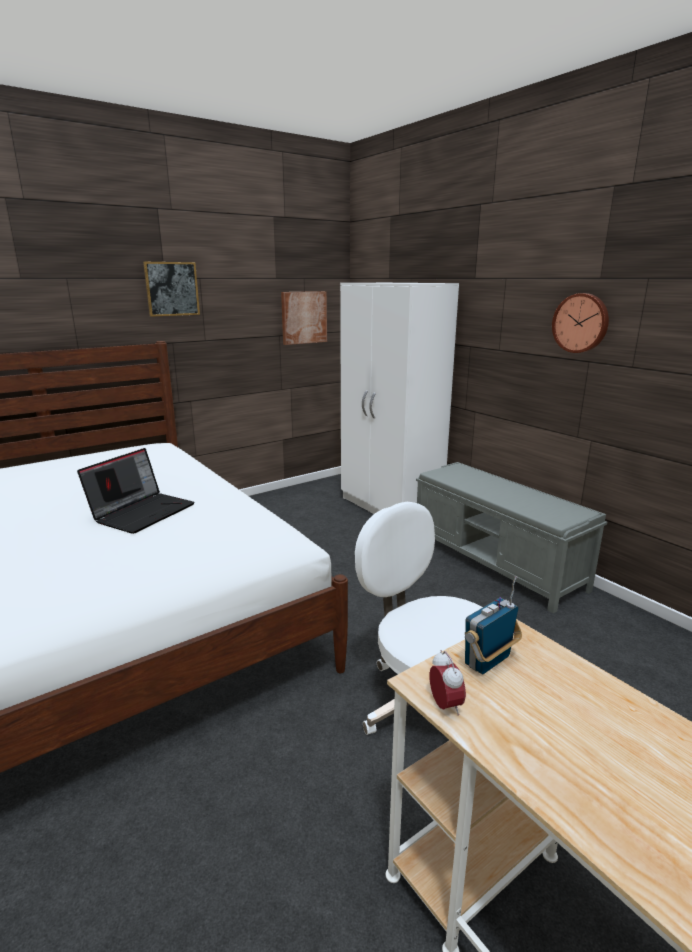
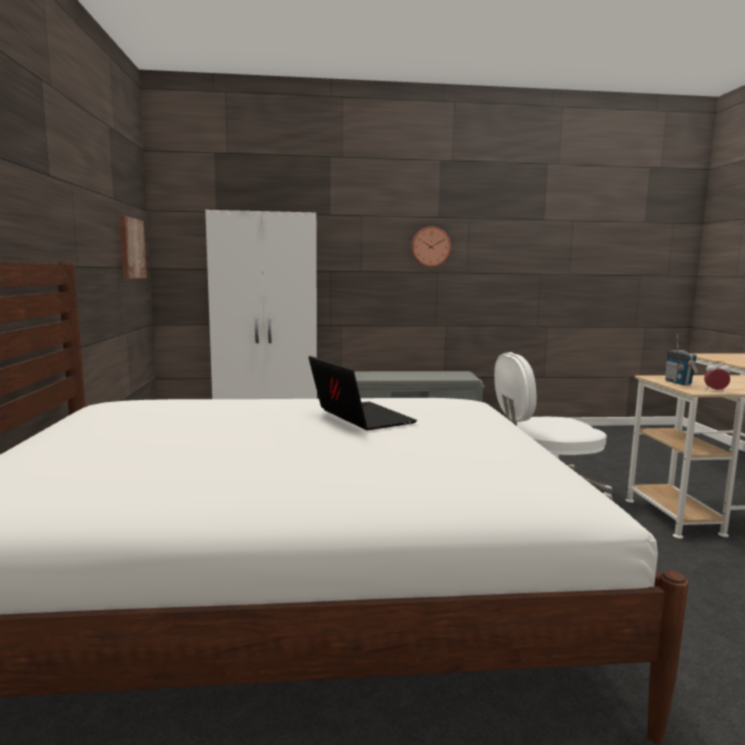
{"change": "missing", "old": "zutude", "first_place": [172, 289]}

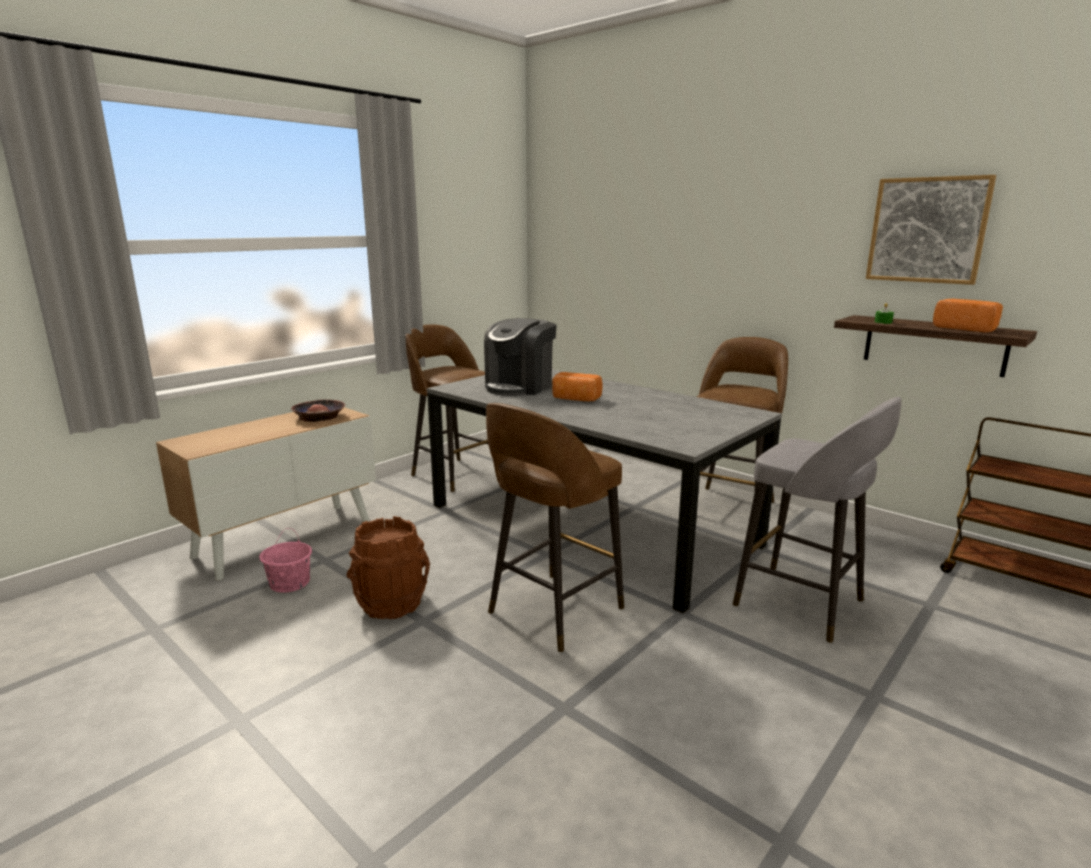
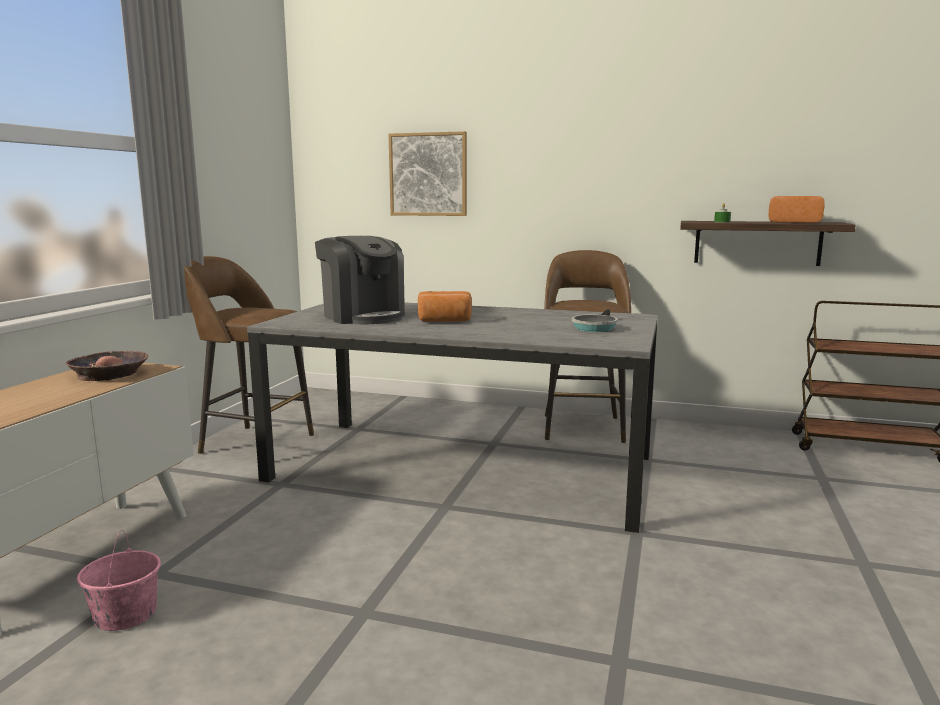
{"change": "relocated", "old": "zutude", "first_place": [927, 230], "second_place": [428, 174]}
{"change": "spun", "old": "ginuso", "first_place": [520, 387], "second_place": [363, 316], "degrees": -45}
{"change": "missing", "old": "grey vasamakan", "first_place": [802, 604]}
{"change": "missing", "old": "brown vasamakan", "first_place": [552, 612]}
{"change": "missing", "old": "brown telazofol", "first_place": [392, 603]}
{"change": "appeared", "new": "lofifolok", "second_place": [595, 327]}

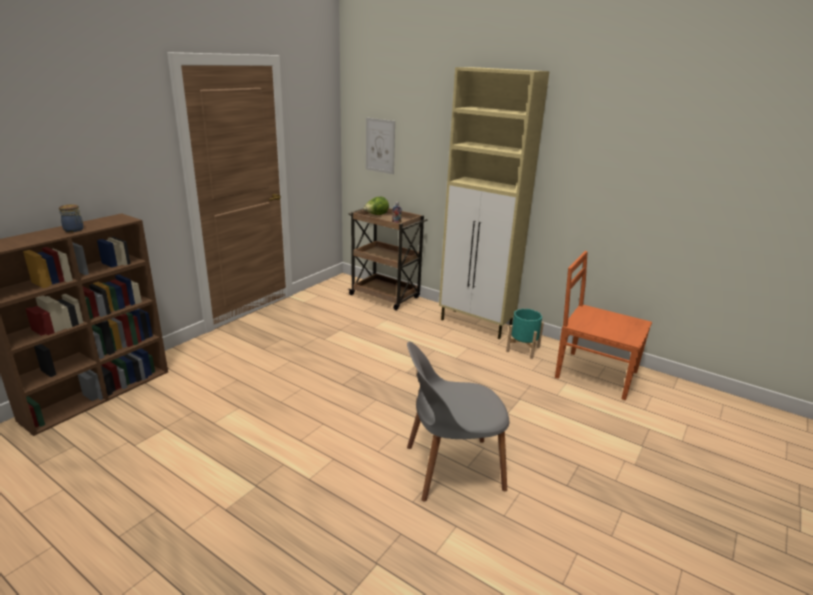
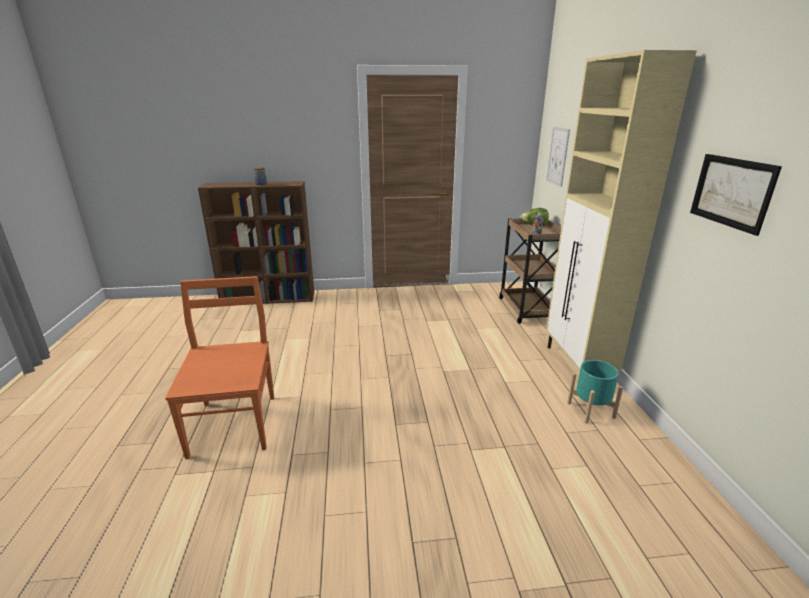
{"change": "relocated", "old": "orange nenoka", "first_place": [594, 374], "second_place": [234, 423]}
{"change": "missing", "old": "grey nenoka", "first_place": [451, 468]}
{"change": "appeared", "new": "zutude", "second_place": [731, 192]}

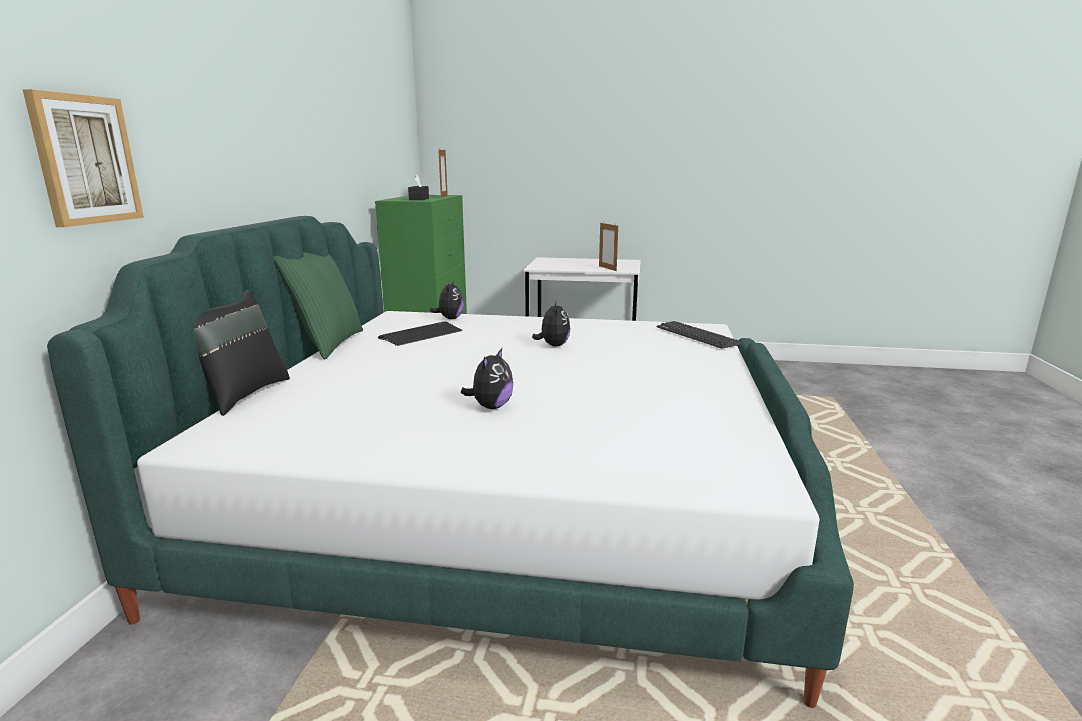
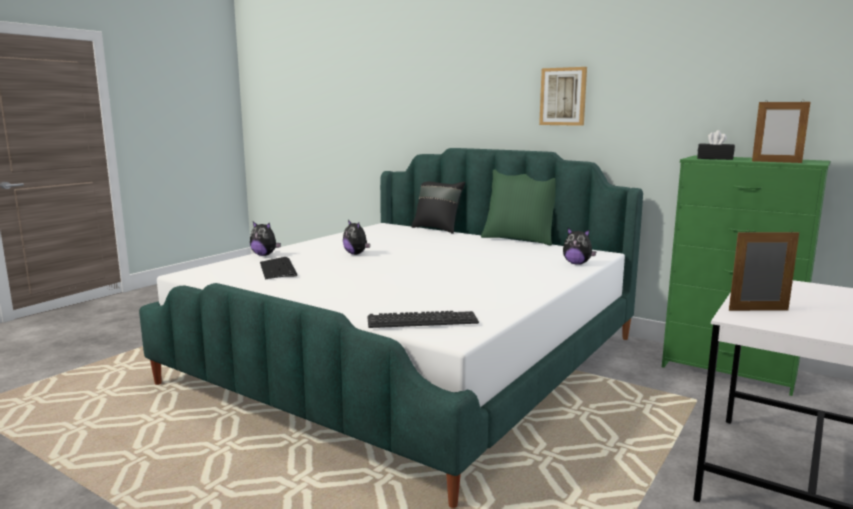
{"change": "relocated", "old": "zutude", "first_place": [85, 160], "second_place": [563, 96]}
{"change": "relocated", "old": "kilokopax", "first_place": [553, 345], "second_place": [264, 255]}
{"change": "relocated", "old": "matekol", "first_place": [421, 335], "second_place": [278, 269]}

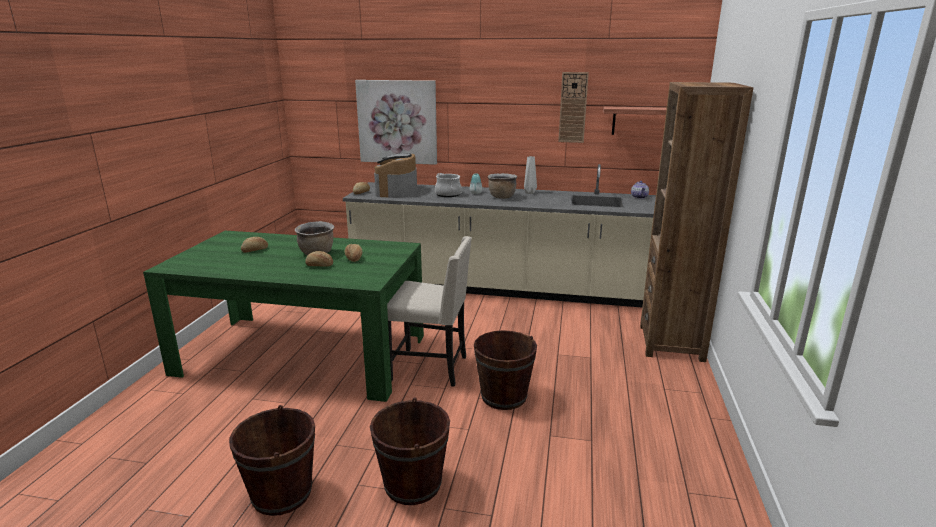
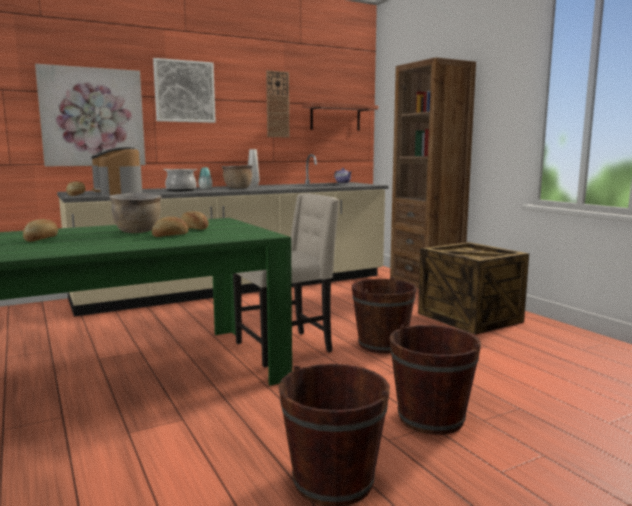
{"change": "appeared", "new": "zutude", "second_place": [184, 91]}
{"change": "appeared", "new": "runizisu", "second_place": [468, 317]}

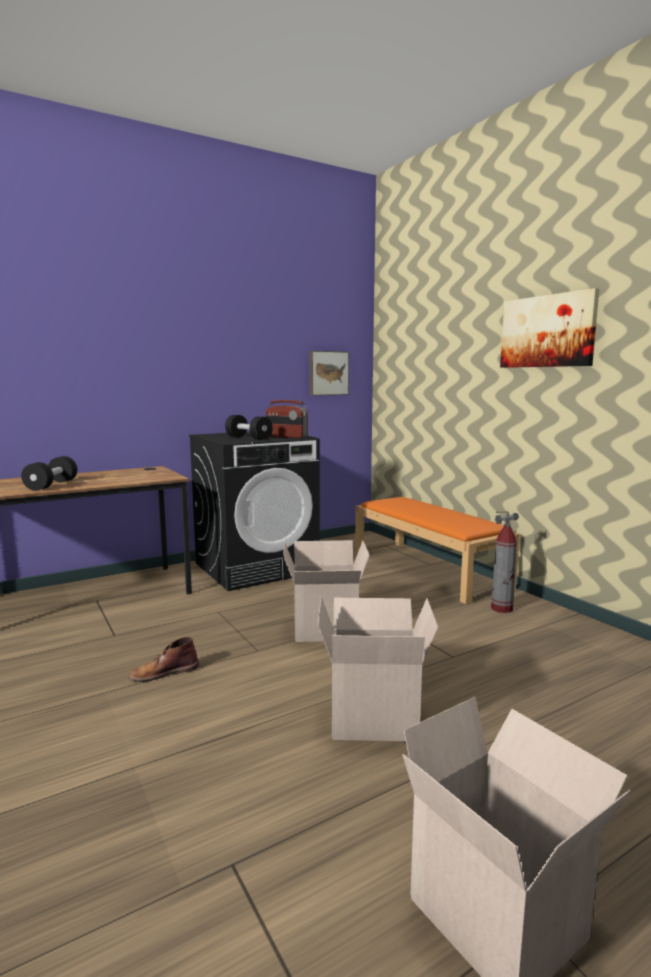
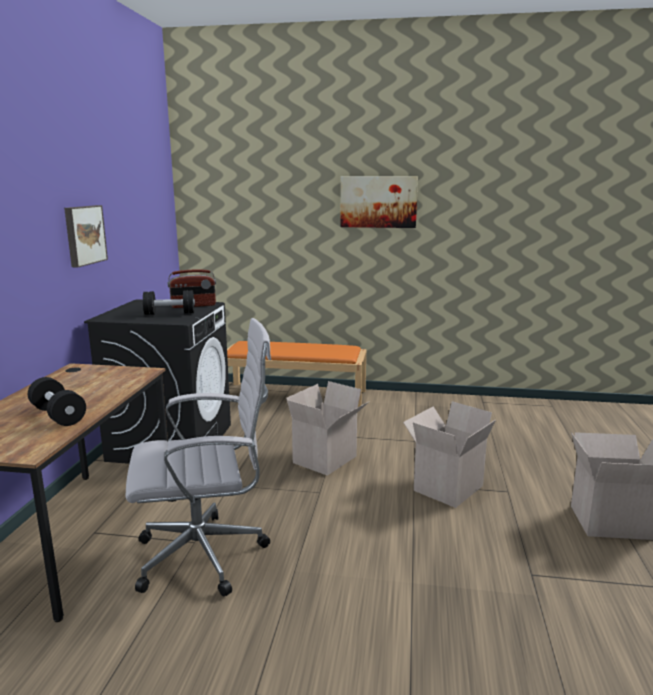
{"change": "relocated", "old": "zutude", "first_place": [328, 373], "second_place": [84, 235]}
{"change": "missing", "old": "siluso", "first_place": [502, 608]}
{"change": "missing", "old": "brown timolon", "first_place": [163, 672]}
{"change": "appeared", "new": "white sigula", "second_place": [207, 555]}

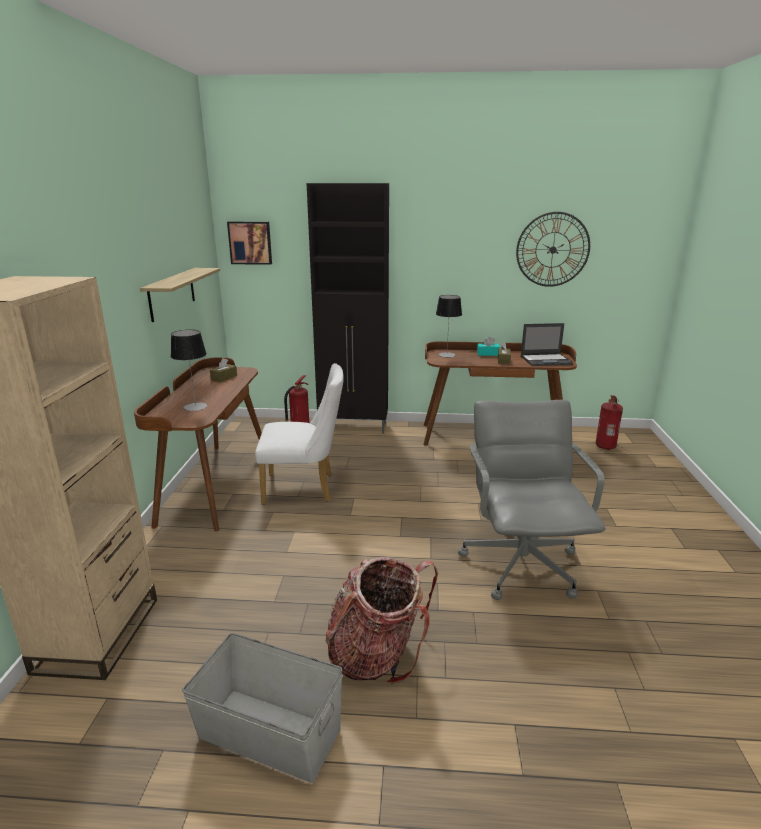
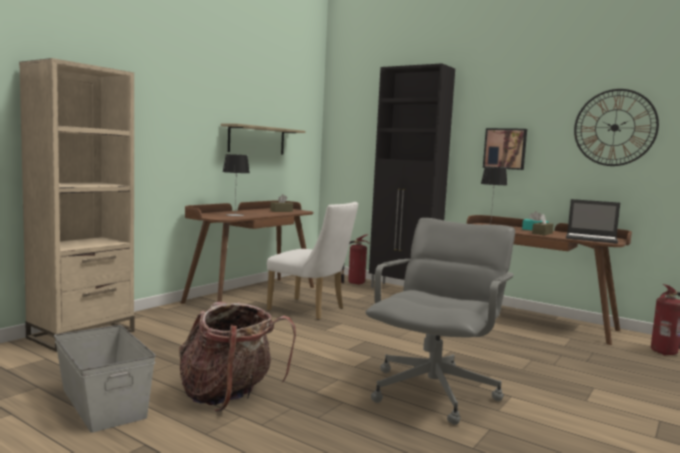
{"change": "relocated", "old": "zutude", "first_place": [250, 242], "second_place": [505, 148]}

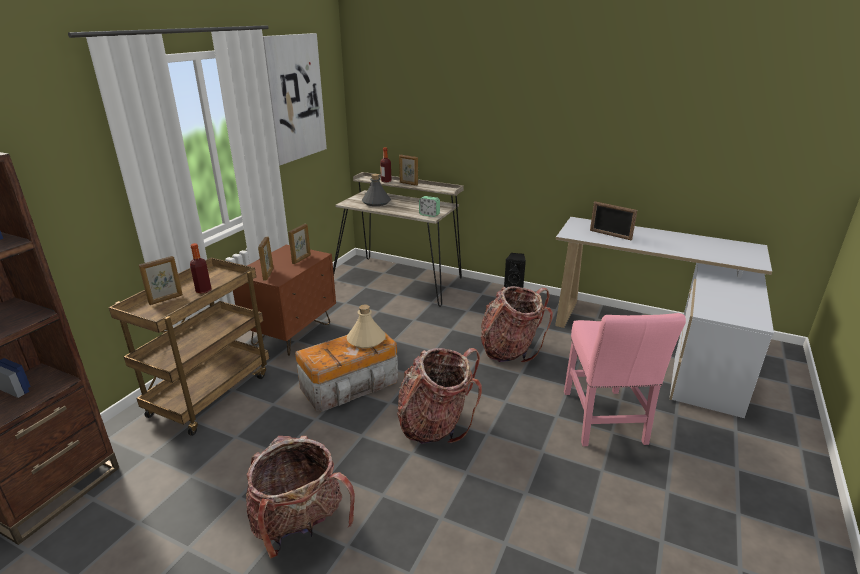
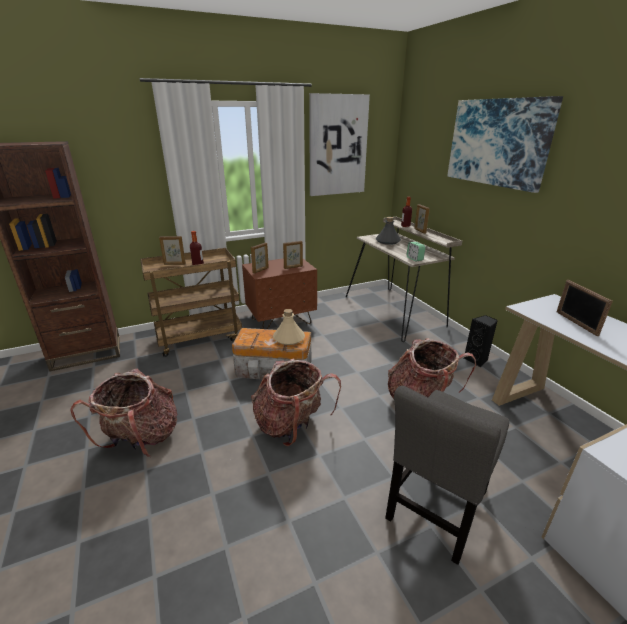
{"change": "colour", "old": "pink nenoka", "new": "grey nenoka", "first_place": [604, 420], "second_place": [436, 510]}
{"change": "appeared", "new": "zutude", "second_place": [497, 142]}

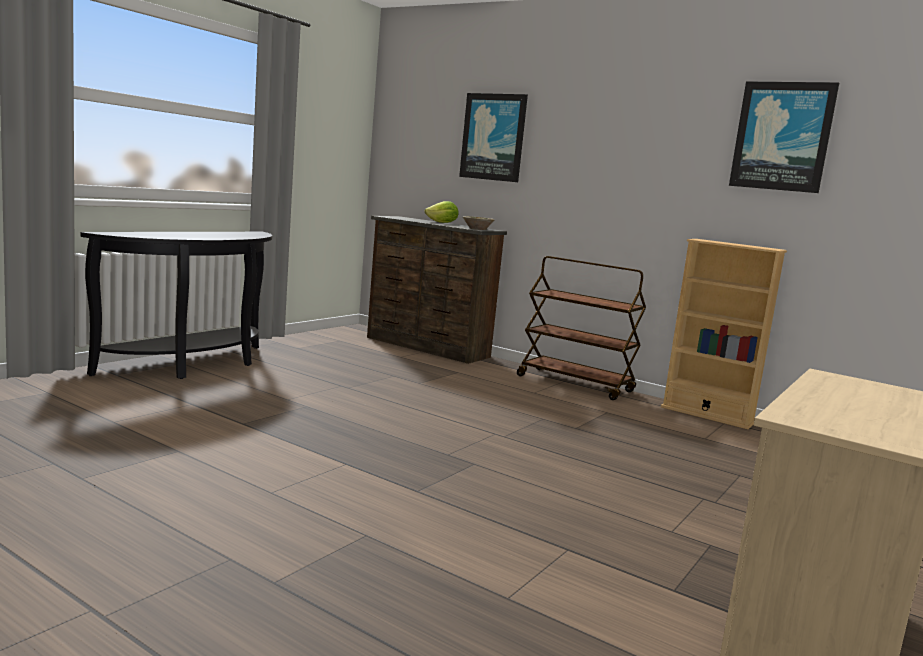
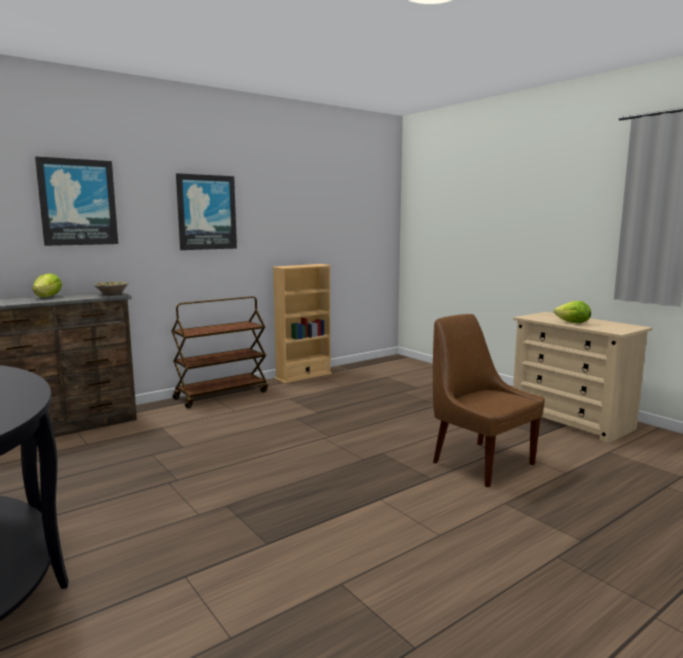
{"change": "relocated", "old": "zutude", "first_place": [782, 136], "second_place": [206, 212]}
{"change": "appeared", "new": "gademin", "second_place": [573, 323]}
{"change": "appeared", "new": "brown nenoka", "second_place": [480, 462]}

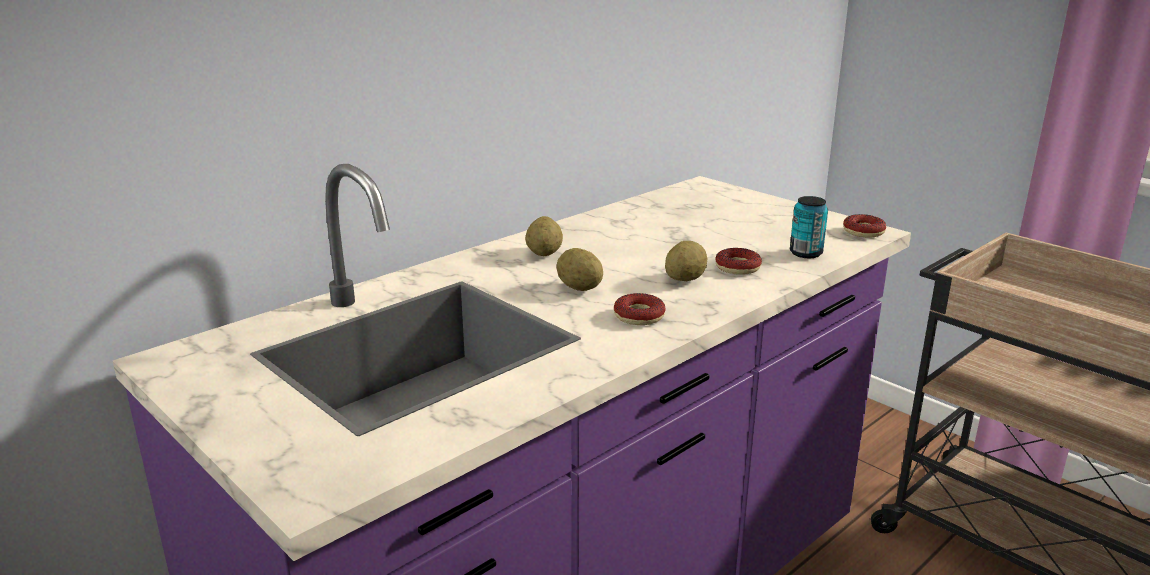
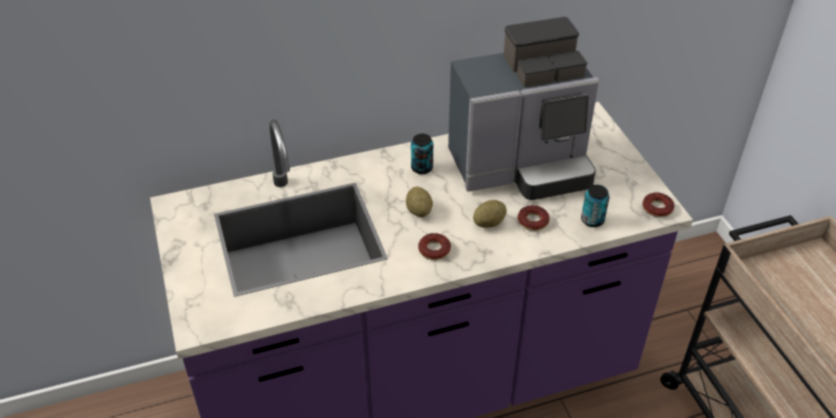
{"change": "exchanged", "old": "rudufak", "new": "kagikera", "first_place": [544, 253], "second_place": [422, 168]}
{"change": "appeared", "new": "ginuso", "second_place": [522, 166]}

